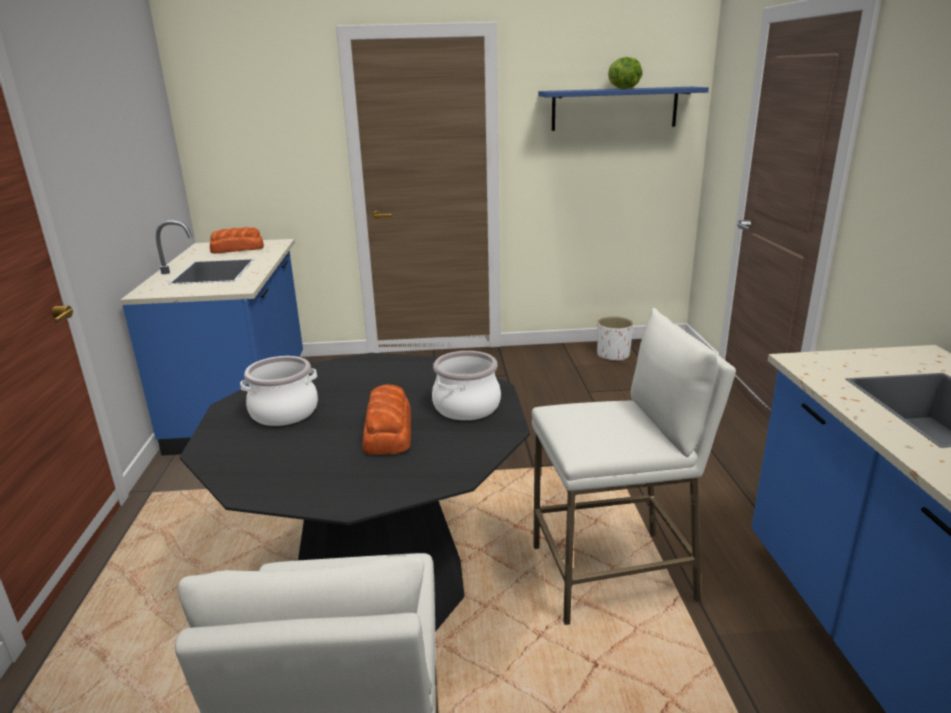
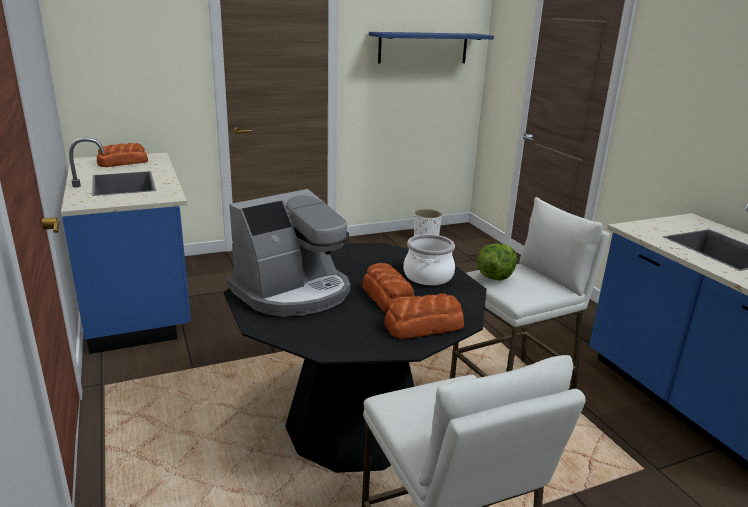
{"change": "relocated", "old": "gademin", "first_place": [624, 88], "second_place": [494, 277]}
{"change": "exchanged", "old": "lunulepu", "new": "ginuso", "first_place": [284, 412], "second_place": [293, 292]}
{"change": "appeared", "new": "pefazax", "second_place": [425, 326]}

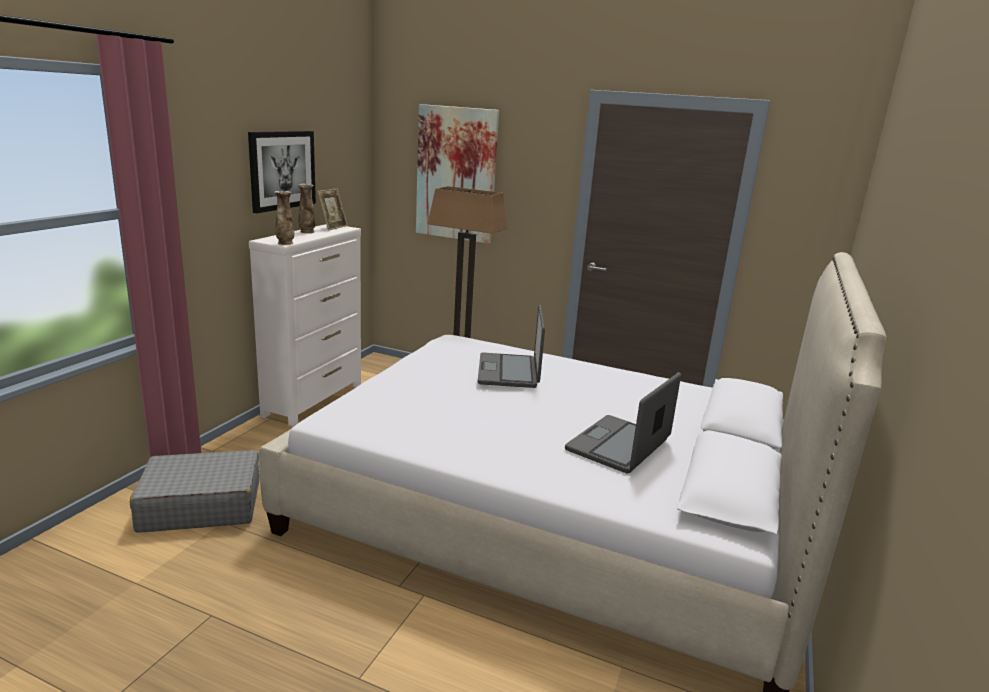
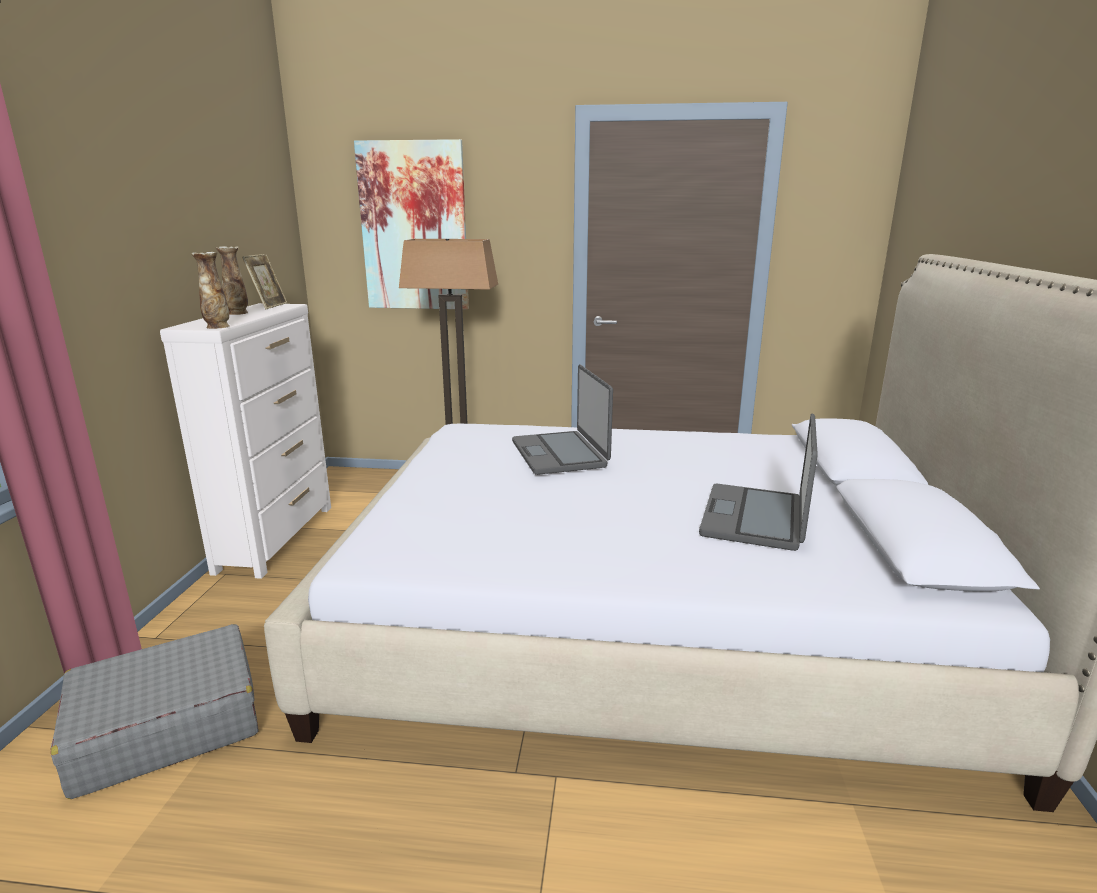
{"change": "missing", "old": "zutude", "first_place": [282, 170]}

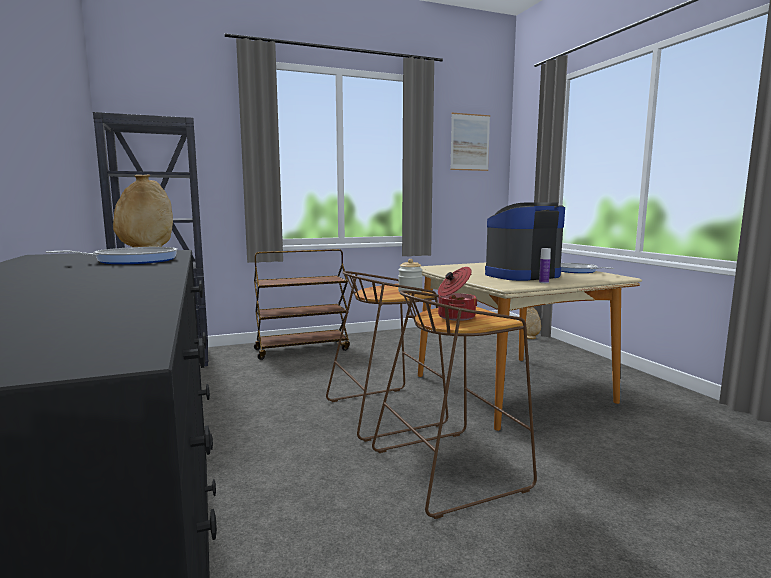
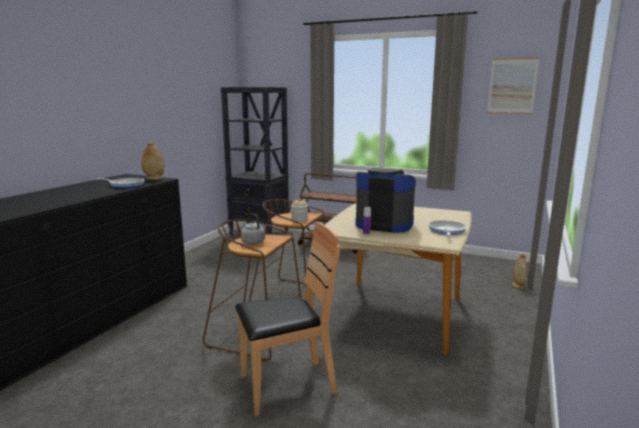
{"change": "exchanged", "old": "lunulepu", "new": "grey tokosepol", "first_place": [455, 317], "second_place": [252, 242]}
{"change": "appeared", "new": "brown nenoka", "second_place": [286, 385]}

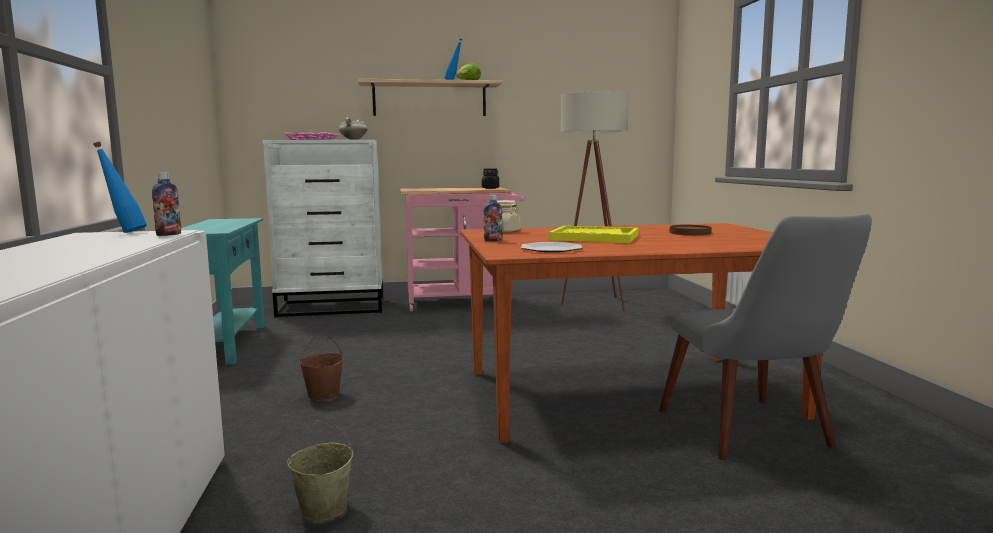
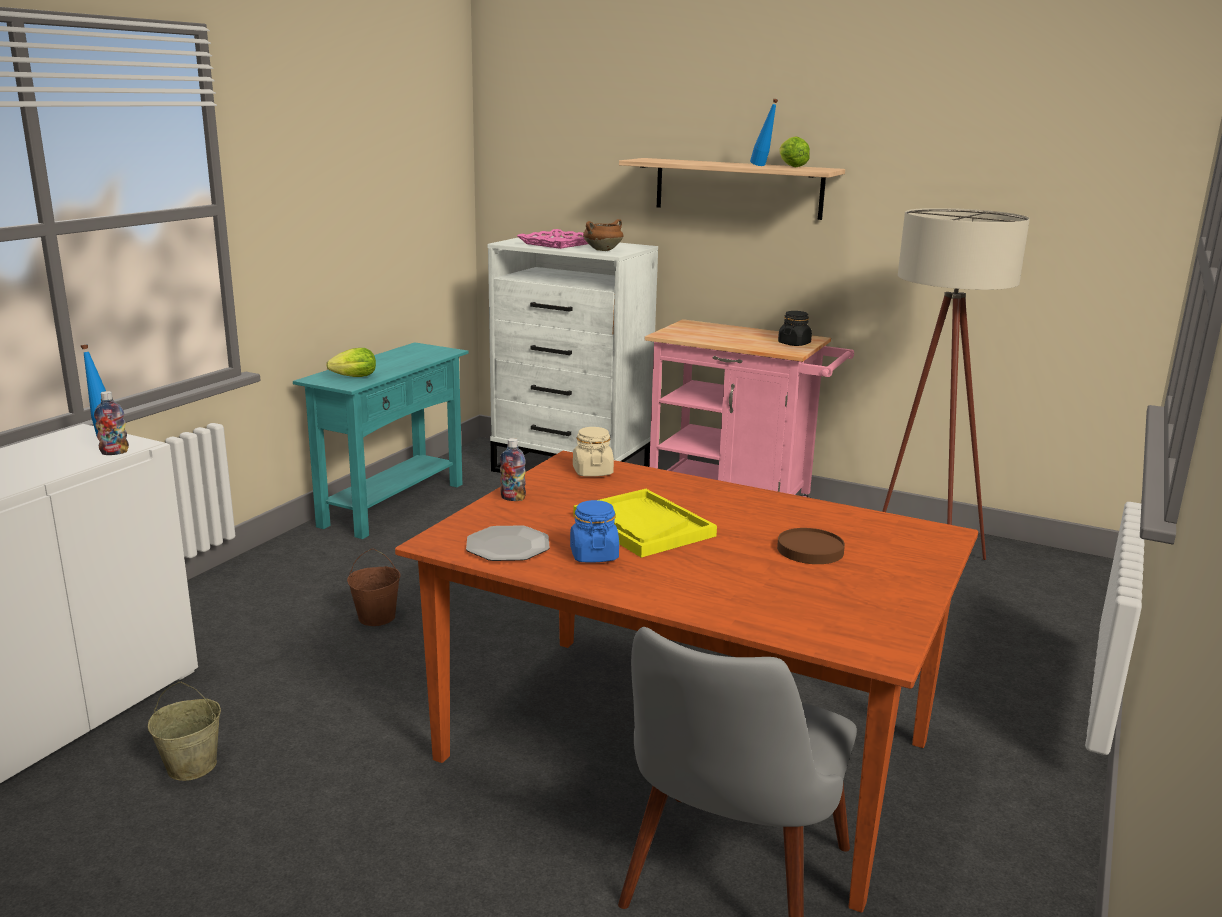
{"change": "colour", "old": "white lunulepu", "new": "brown lunulepu", "first_place": [353, 139], "second_place": [603, 250]}
{"change": "appeared", "new": "gademin", "second_place": [351, 377]}
{"change": "appeared", "new": "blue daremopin", "second_place": [593, 555]}

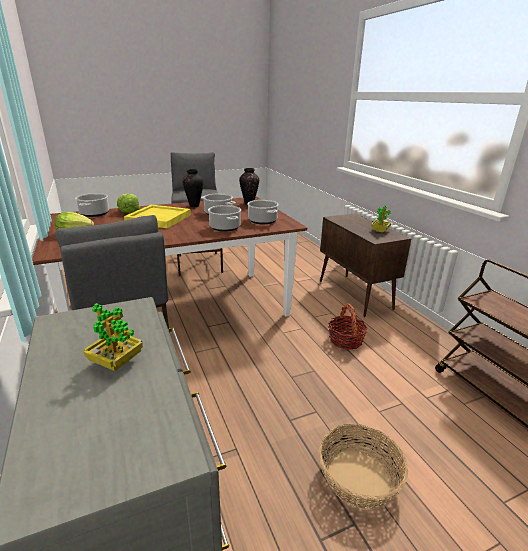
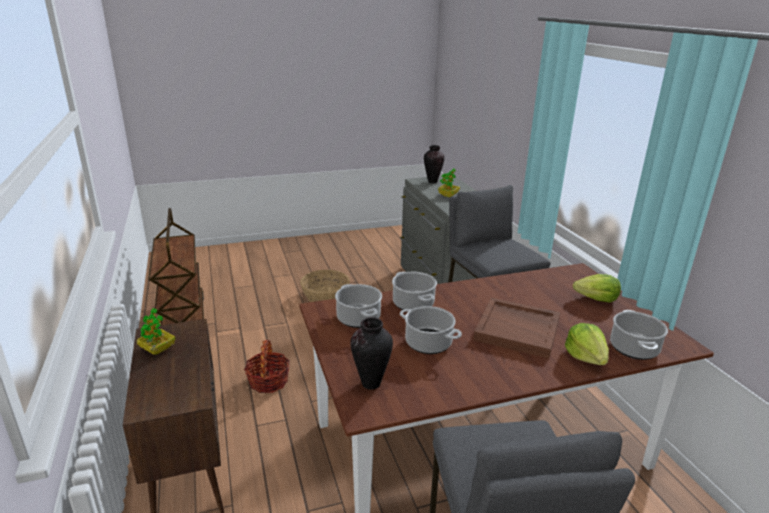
{"change": "relocated", "old": "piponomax", "first_place": [194, 206], "second_place": [432, 181]}
{"change": "colour", "old": "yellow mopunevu", "new": "brown mopunevu", "first_place": [158, 218], "second_place": [518, 329]}

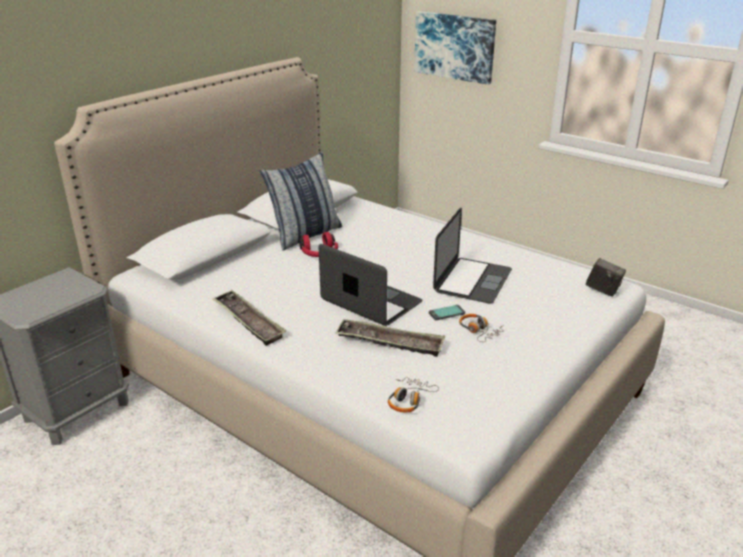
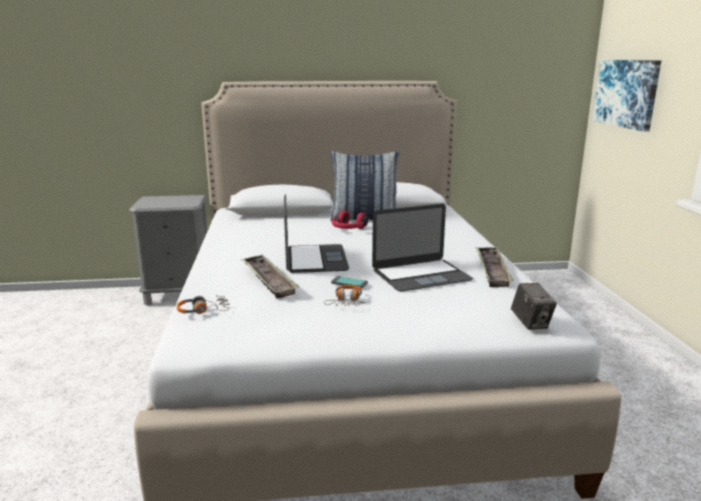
{"change": "relocated", "old": "mopunevu", "first_place": [248, 321], "second_place": [492, 270]}

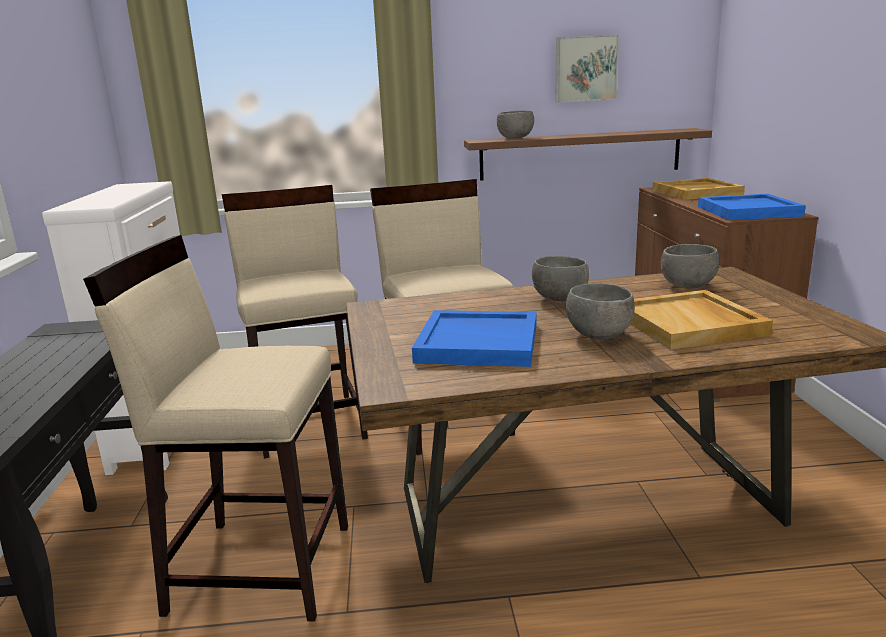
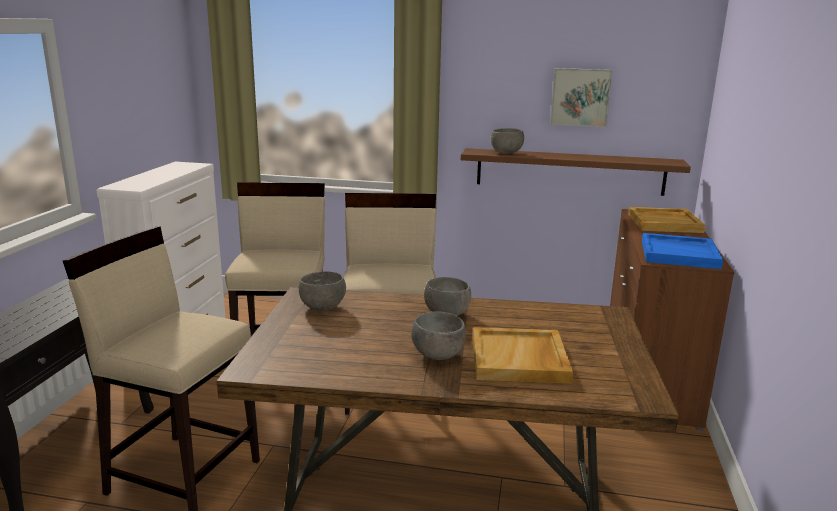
{"change": "relocated", "old": "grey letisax", "first_place": [687, 286], "second_place": [323, 307]}
{"change": "missing", "old": "blue mopunevu", "first_place": [479, 343]}

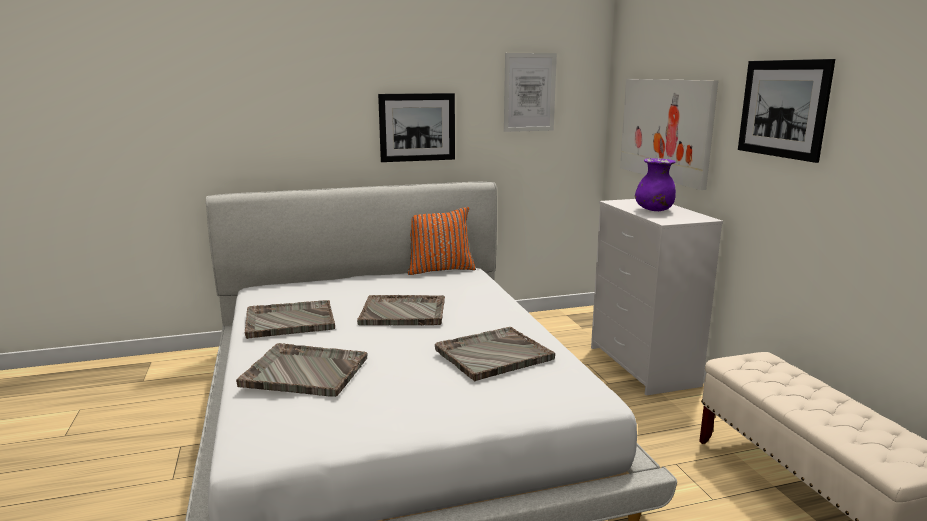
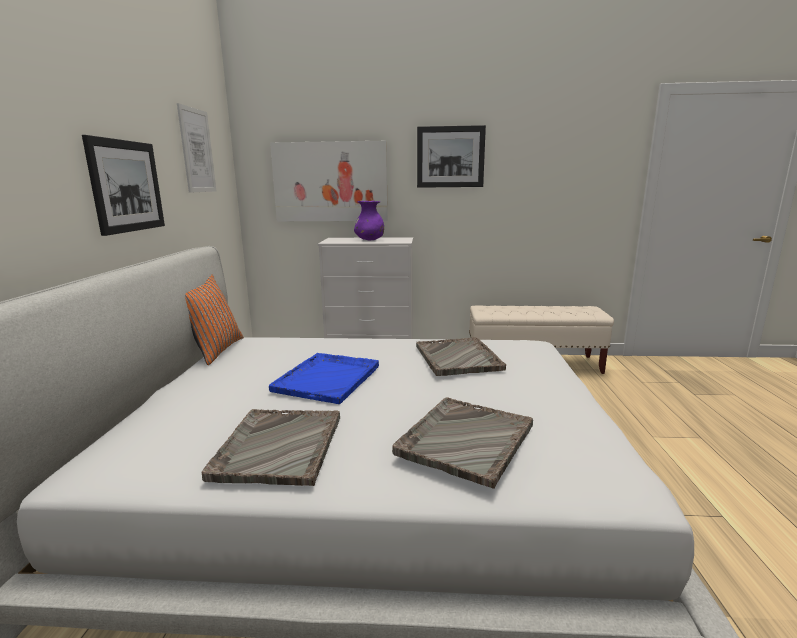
{"change": "colour", "old": "grey mopunevu", "new": "blue mopunevu", "first_place": [404, 312], "second_place": [328, 378]}

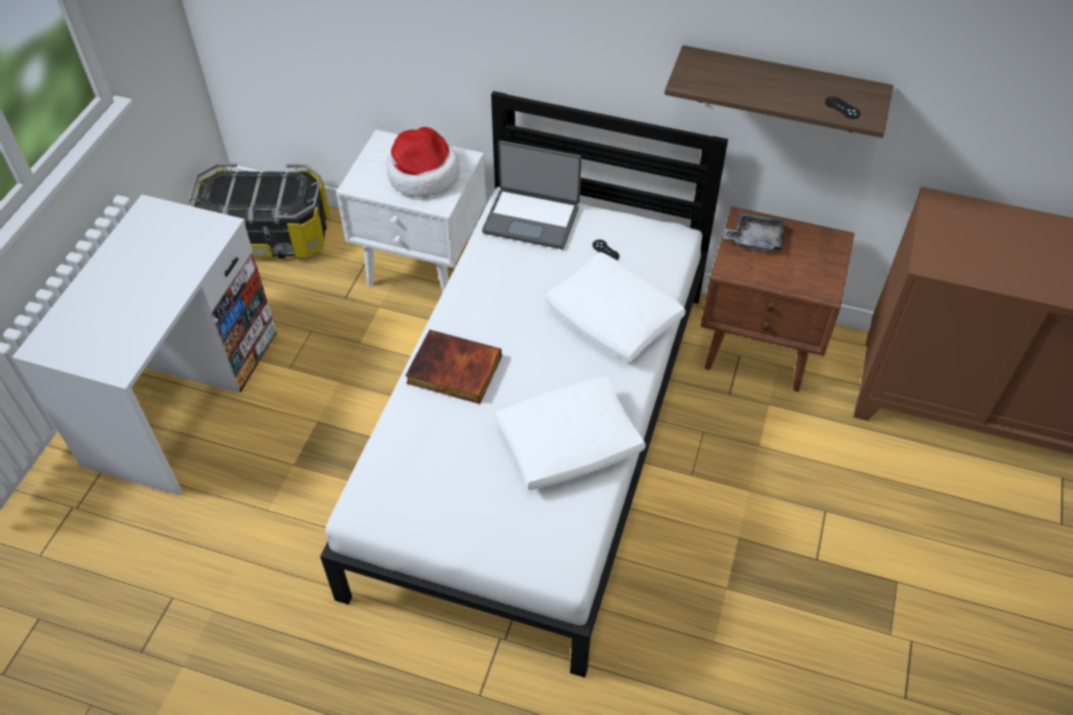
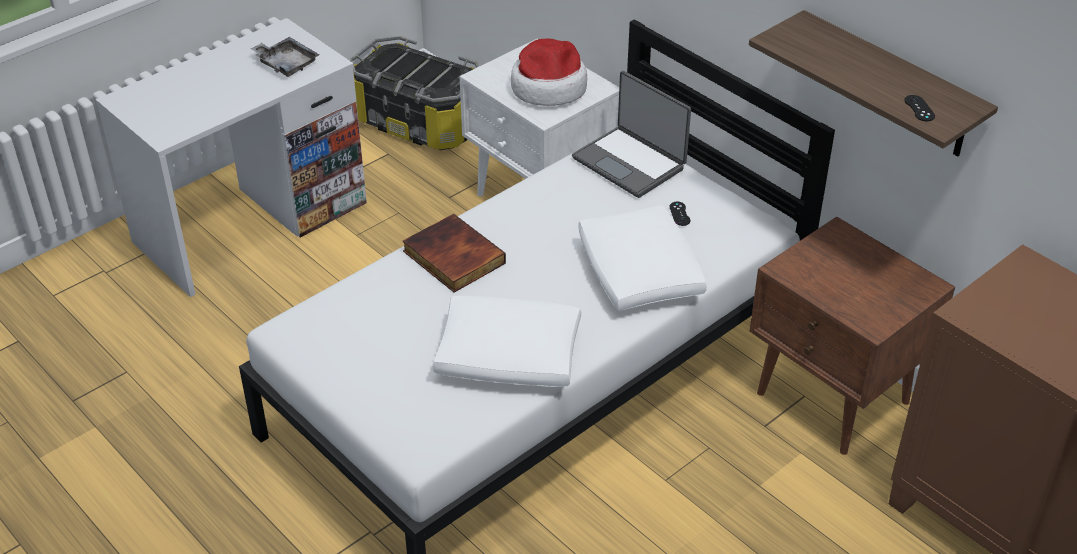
{"change": "relocated", "old": "grey mopunevu", "first_place": [755, 239], "second_place": [286, 63]}

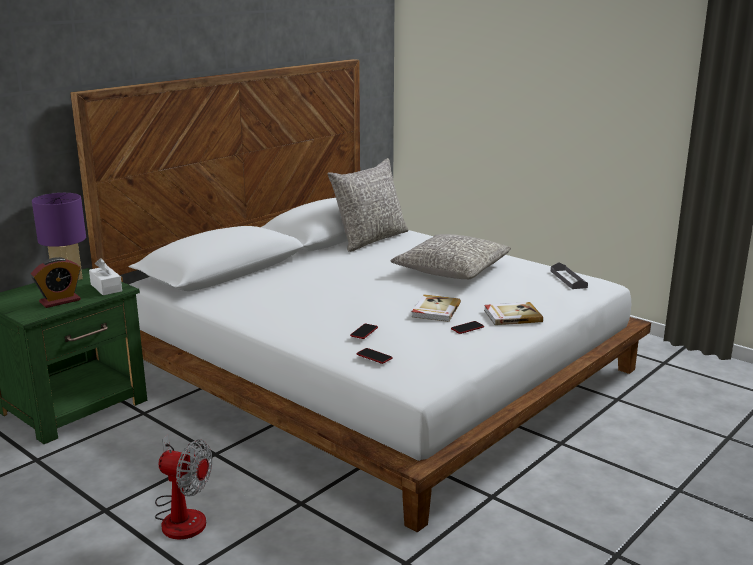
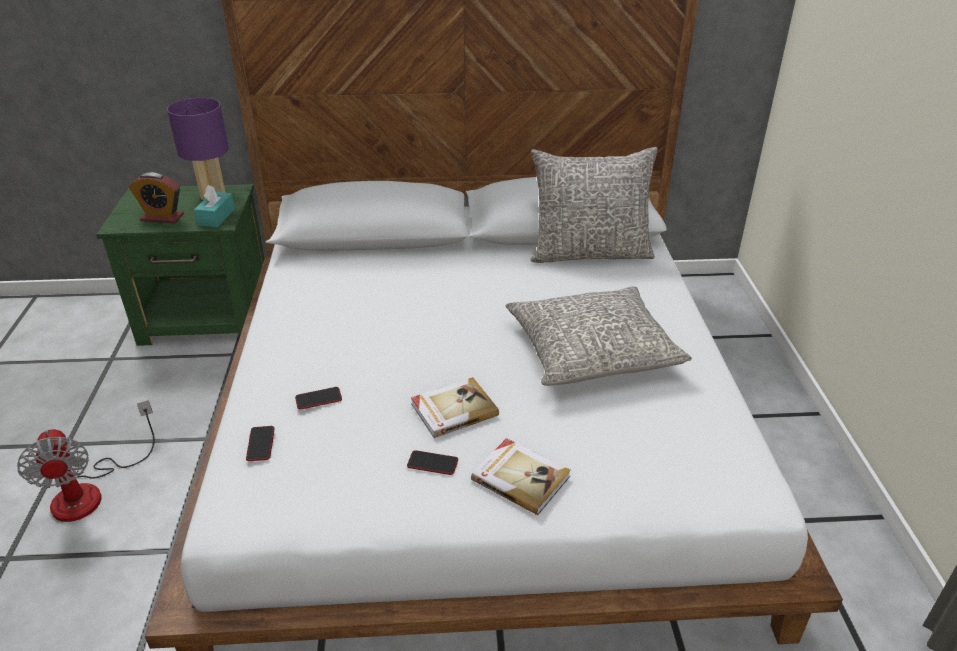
{"change": "colour", "old": "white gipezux", "new": "turquoise gipezux", "first_place": [106, 288], "second_place": [216, 217]}
{"change": "missing", "old": "grey mopunevu", "first_place": [568, 279]}

